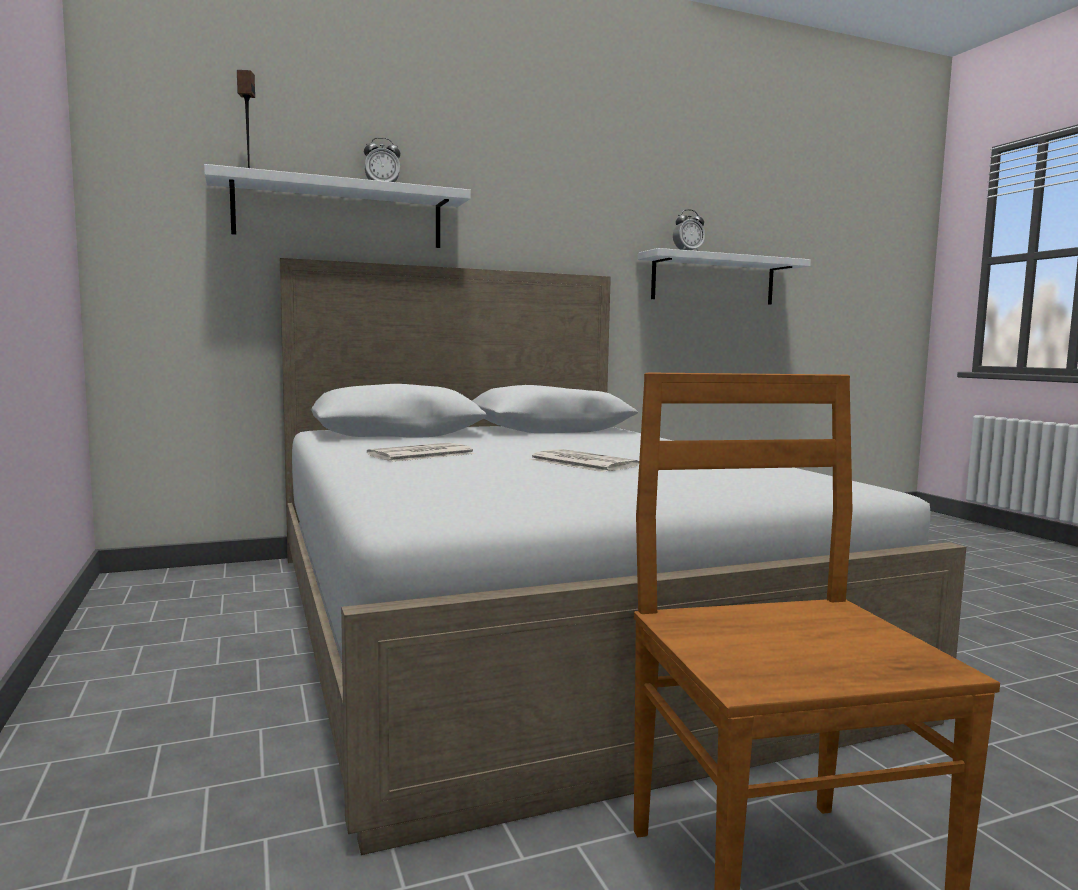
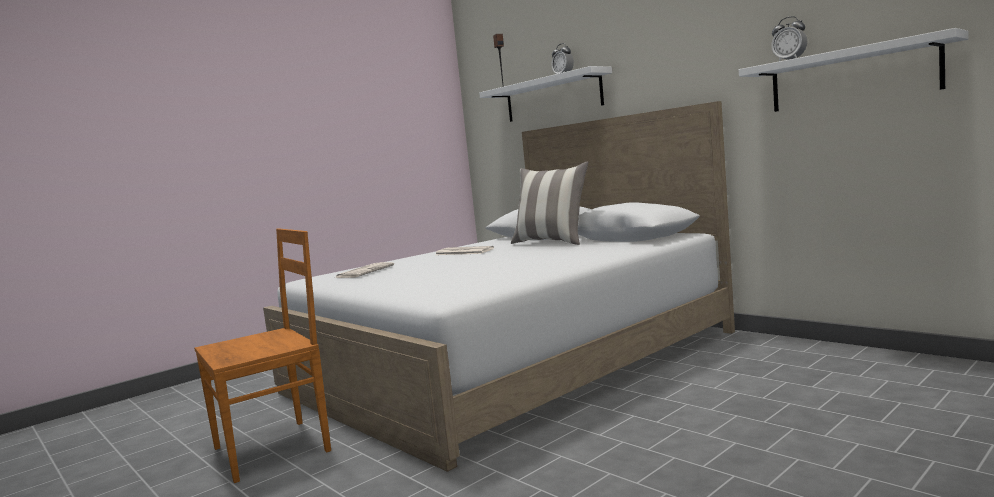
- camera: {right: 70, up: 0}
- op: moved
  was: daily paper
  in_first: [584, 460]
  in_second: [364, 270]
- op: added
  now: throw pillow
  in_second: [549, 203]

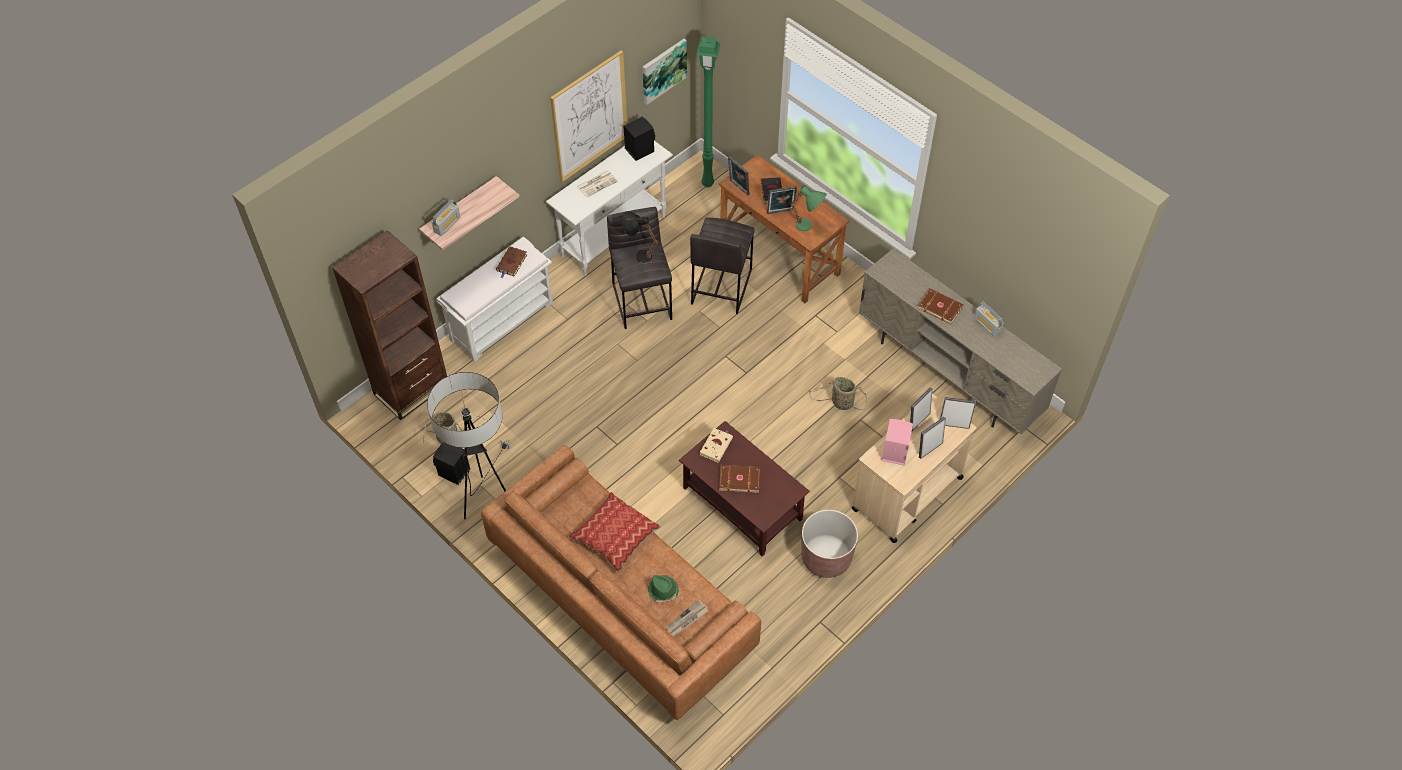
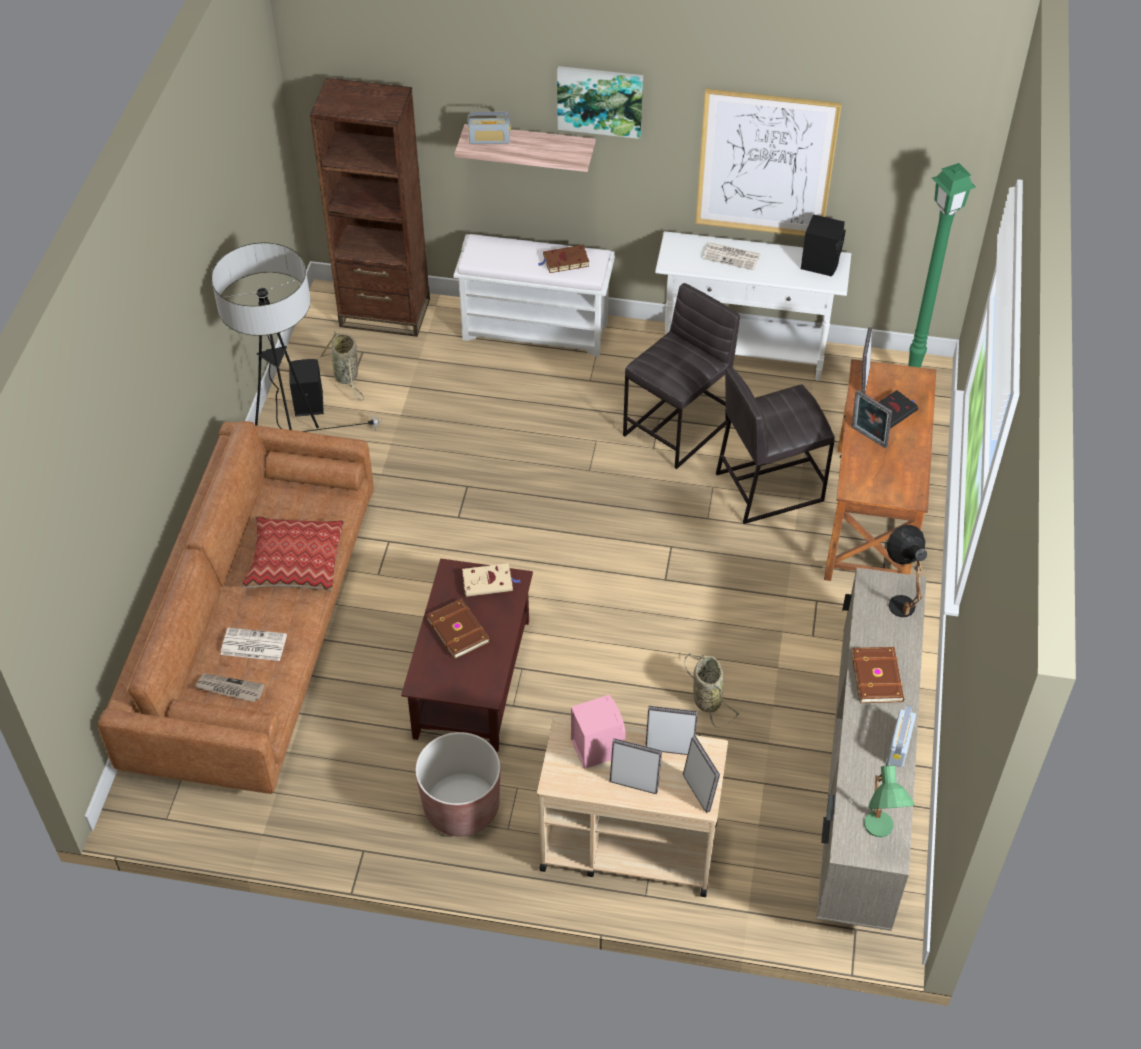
- camera: {right: 55, up: -5}
- op: replaced
  was: green-coloured wearable hat
  now: daily paper
  in_first: [663, 588]
  in_second: [254, 644]
- op: moved
  was: wall picture
  in_first: [665, 72]
  in_second: [600, 102]
- op: moved
  was: green-coloured table lamp
  in_first: [809, 208]
  in_second: [889, 800]
- op: moved
  was: blackish table lamp
  in_first: [640, 237]
  in_second: [907, 571]

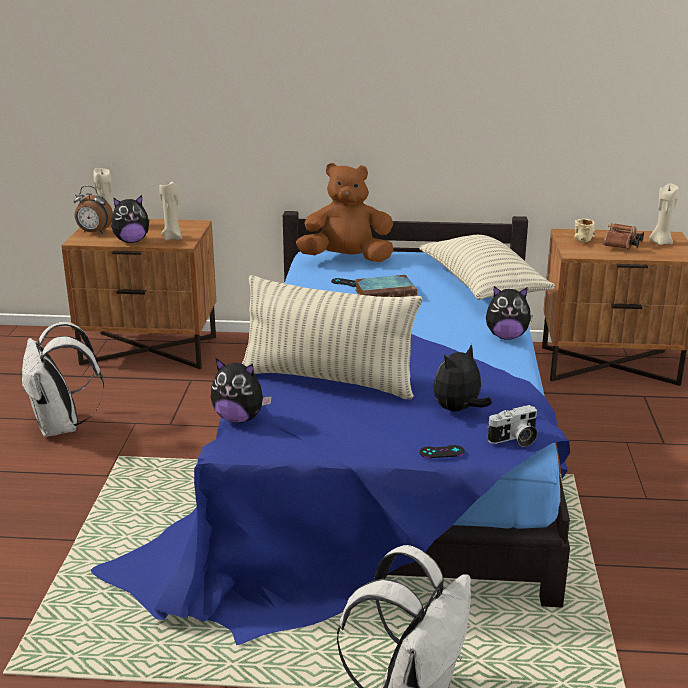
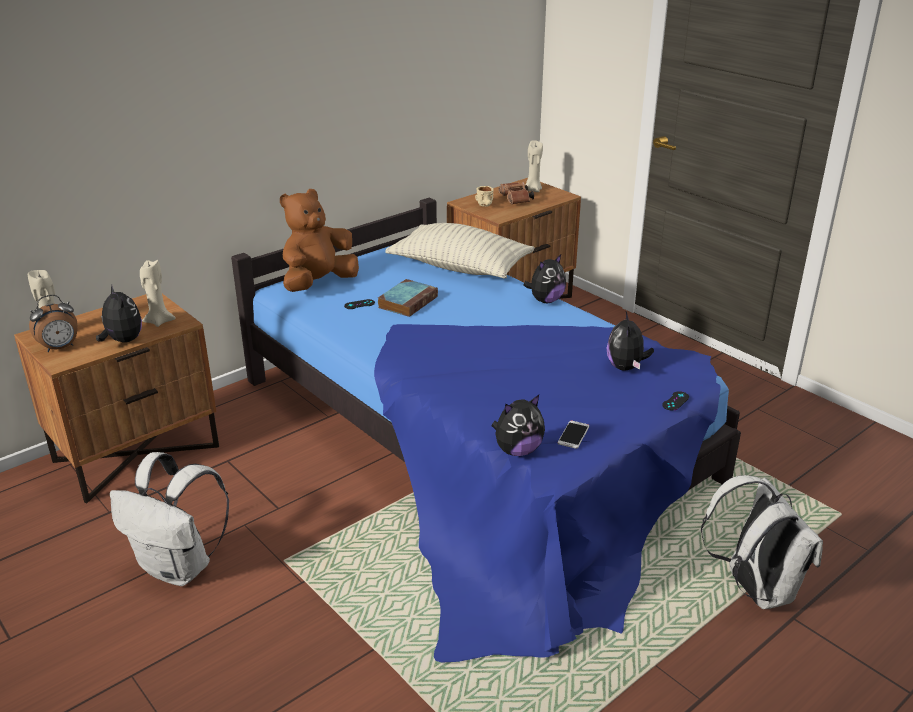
- camera: {right: -45, up: 5}
- op: turned
  was: plush toy
  in_first: [130, 219]
  in_second: [119, 314]
  clockwise: -60
- op: added
  now: phone
  in_second: [573, 435]
- op: removed
  was: throw pillow
  in_first: [332, 337]
- op: removed
  was: photo camera
  in_first: [512, 426]

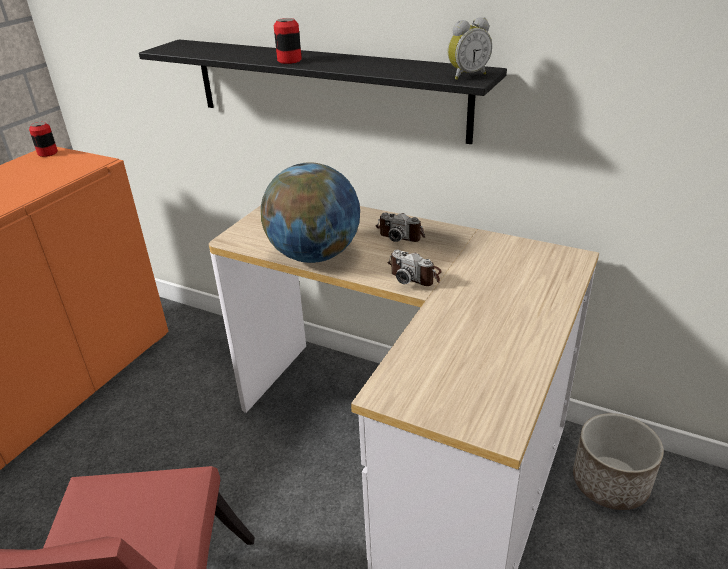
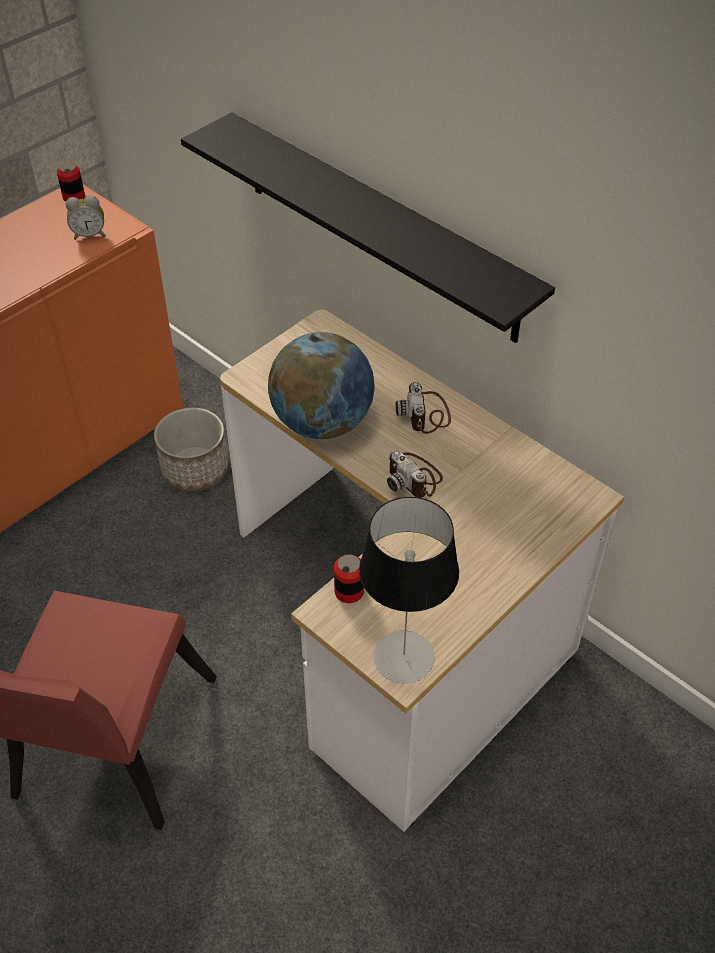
- camera: {right: 15, up: 15}
- op: moved
  was: bedside clock
  in_first: [470, 48]
  in_second: [85, 217]
- op: moved
  was: plant pot
  in_first: [618, 461]
  in_second: [191, 449]
- op: moved
  was: metal can
  in_first: [288, 41]
  in_second: [349, 578]
- op: added
  now: table lamp
  in_second: [409, 590]
- op: turned
  was: photo camera
  in_first: [400, 227]
  in_second: [423, 408]
  clockwise: 45

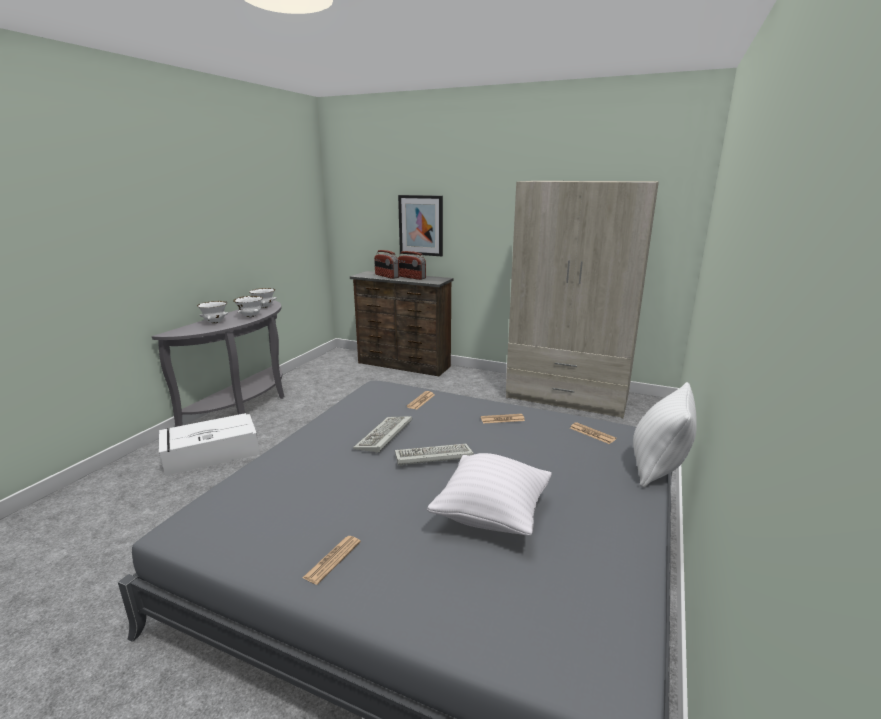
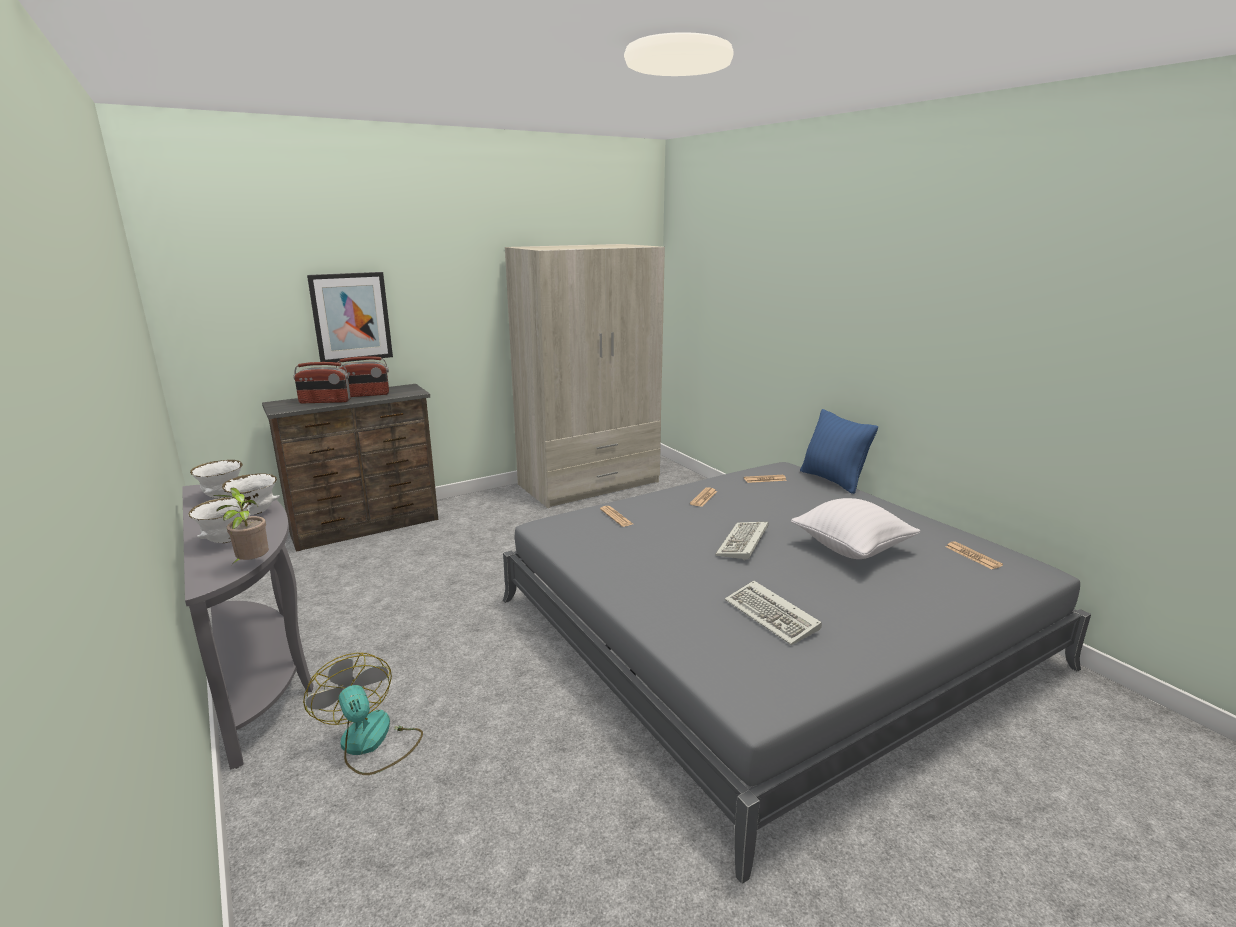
- camera: {right: -55, up: 0}
- op: added
  now: potted plant
  in_second: [241, 525]
- op: replaced
  was: white storage bin
  now: cooling fan
  in_first: [209, 444]
  in_second: [363, 714]
- op: moved
  was: keyboard
  in_first: [382, 435]
  in_second: [773, 613]
- op: recoloured
  was: white throw pillow
  now: blue throw pillow
  in_first: [665, 435]
  in_second: [839, 451]
- op: moved
  was: daily paper
  in_first: [332, 560]
  in_second: [974, 555]

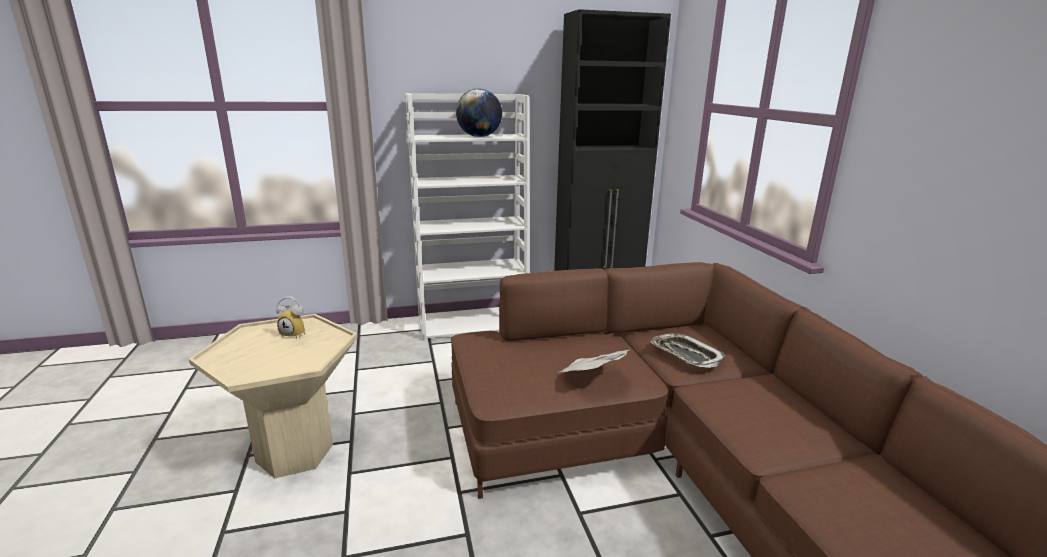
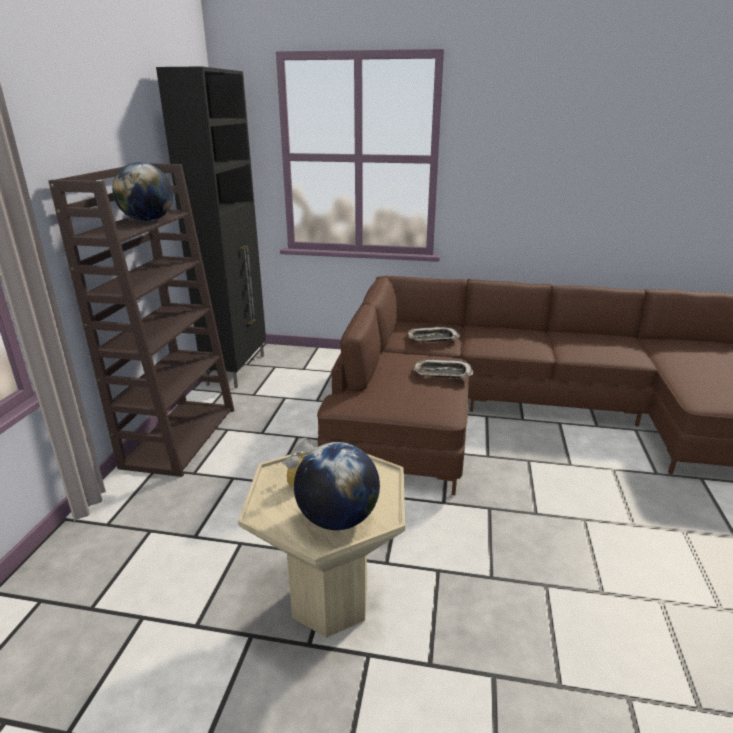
- camera: {right: -65, up: 5}
- op: recoloured
  was: white bookcase
  now: brownish bookcase
  in_first: [468, 217]
  in_second: [141, 320]
- op: added
  now: world globe
  in_second: [337, 486]
- op: replaced
  was: daily paper
  now: serving tray
  in_first: [594, 361]
  in_second: [443, 368]

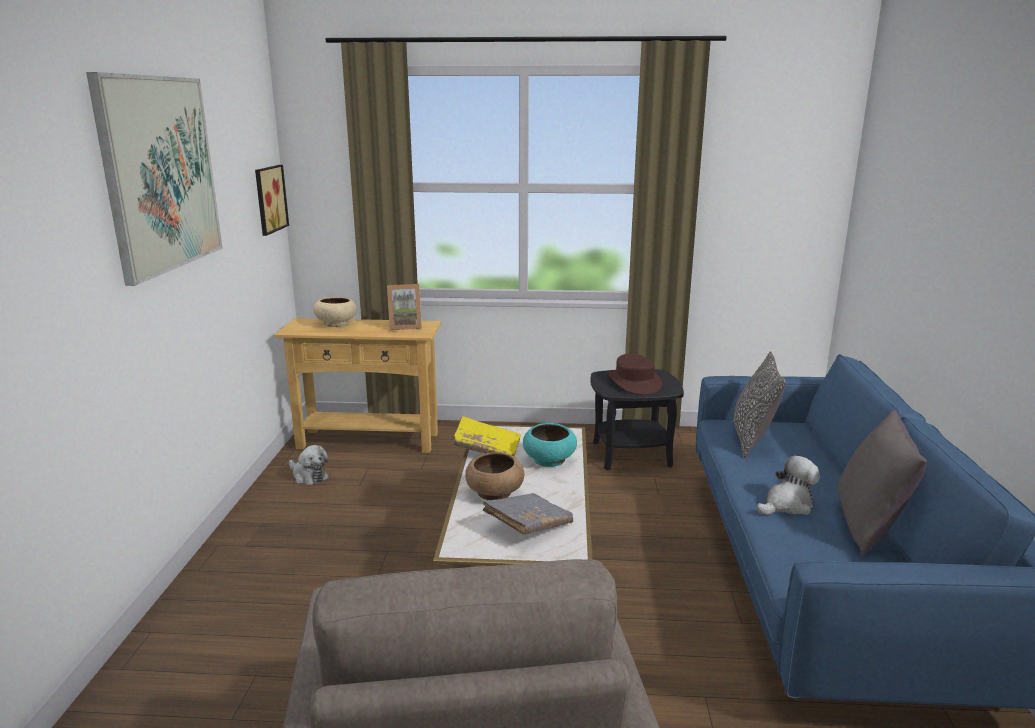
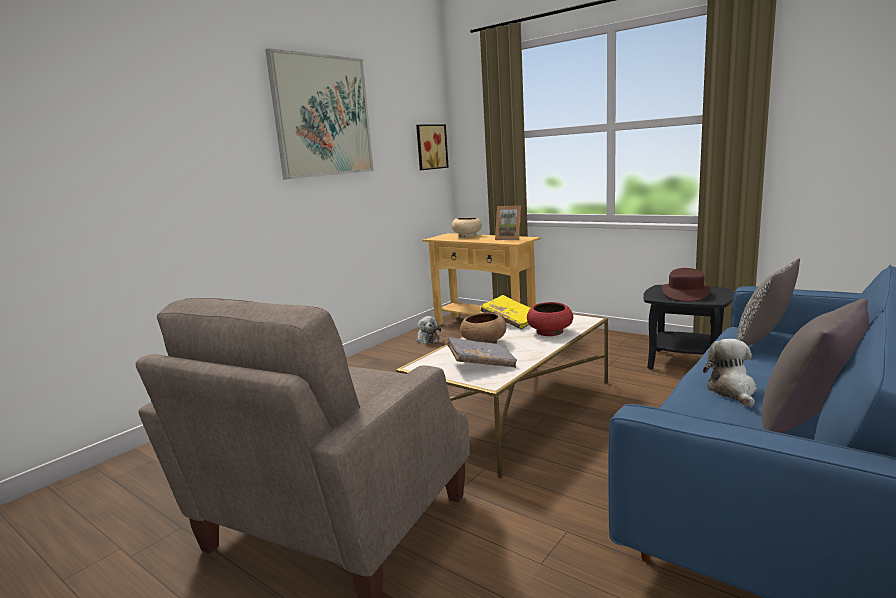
- camera: {right: 35, up: -5}
- op: recoloured
  was: turquoise-coloured serving bowl
  now: red serving bowl
  in_first: [550, 445]
  in_second: [550, 319]
- op: turned
  was: plush toy
  in_first: [788, 485]
  in_second: [730, 373]
  clockwise: -90

